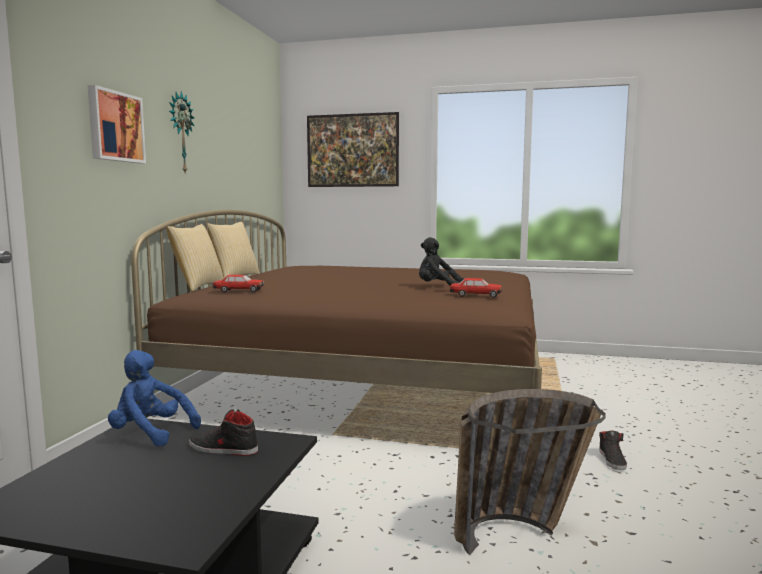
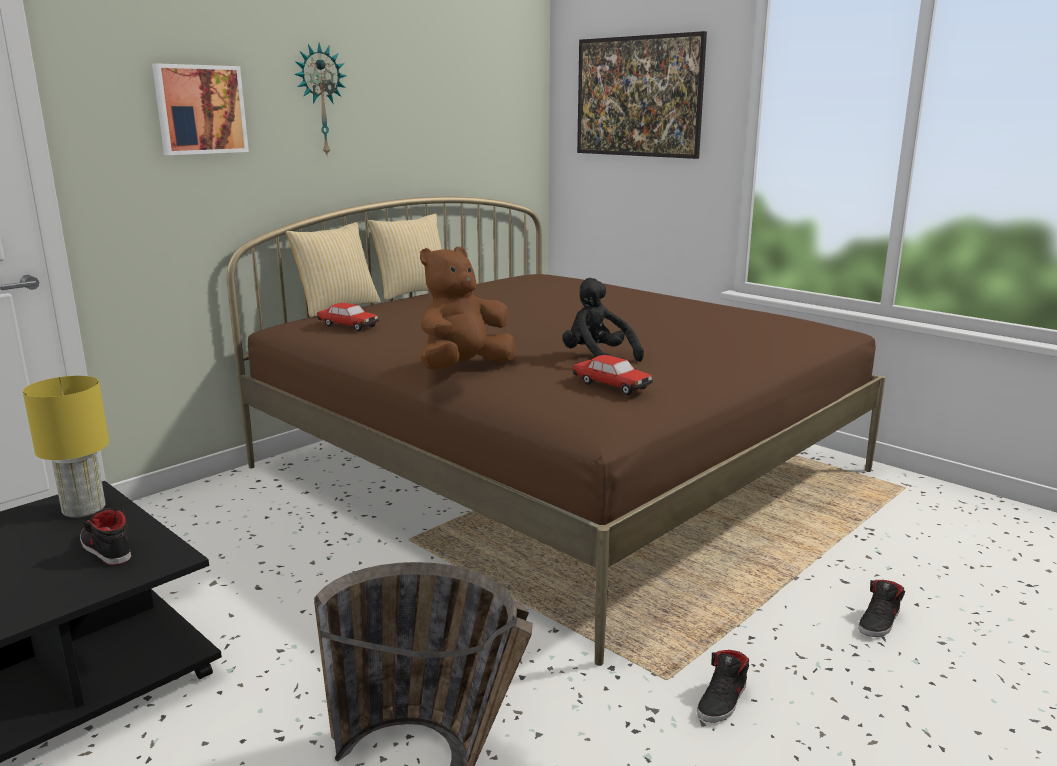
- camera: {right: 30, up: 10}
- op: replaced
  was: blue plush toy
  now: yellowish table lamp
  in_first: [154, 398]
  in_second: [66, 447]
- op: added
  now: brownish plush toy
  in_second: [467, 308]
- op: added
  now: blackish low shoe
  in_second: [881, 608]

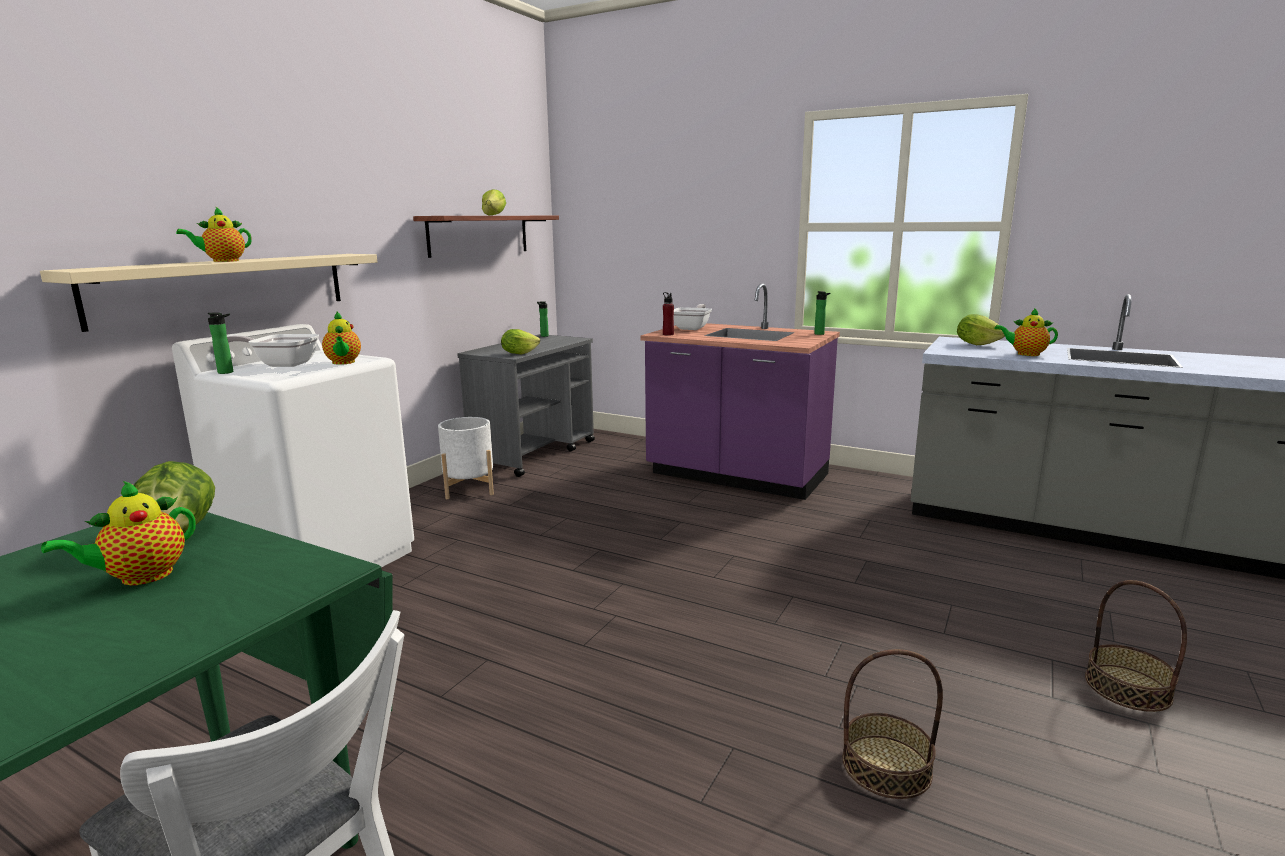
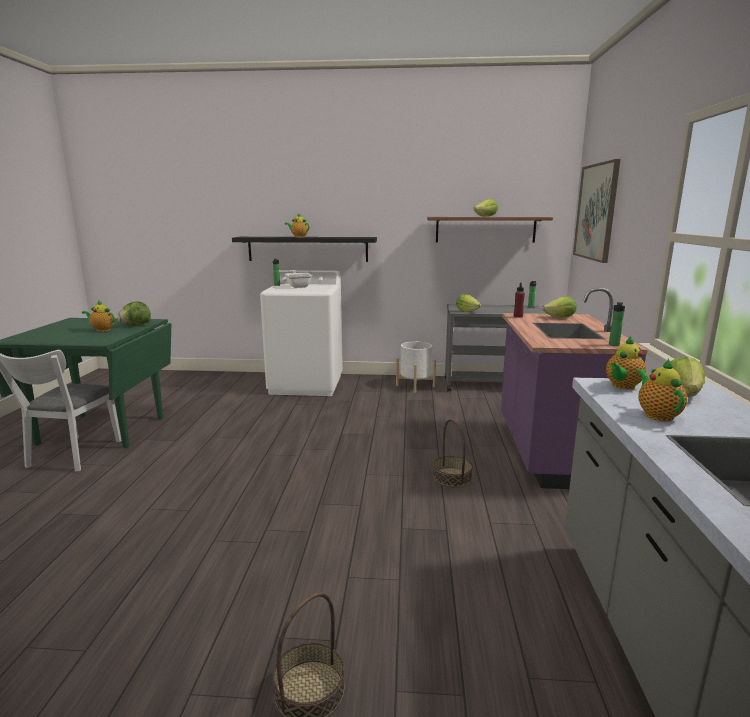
- camera: {right: 65, up: 0}
- op: recoloured
  was: sand-coloured wall shelf
  now: blackish wall shelf
  in_first: [209, 293]
  in_second: [304, 249]
- op: moved
  was: storage basket
  in_first: [892, 724]
  in_second: [453, 453]
- op: replaced
  was: frying pan
  now: lettuce
  in_first: [693, 317]
  in_second: [559, 307]
- op: added
  now: wall picture
  in_second: [596, 211]
- op: moved
  was: teapot
  in_first: [341, 338]
  in_second: [626, 363]

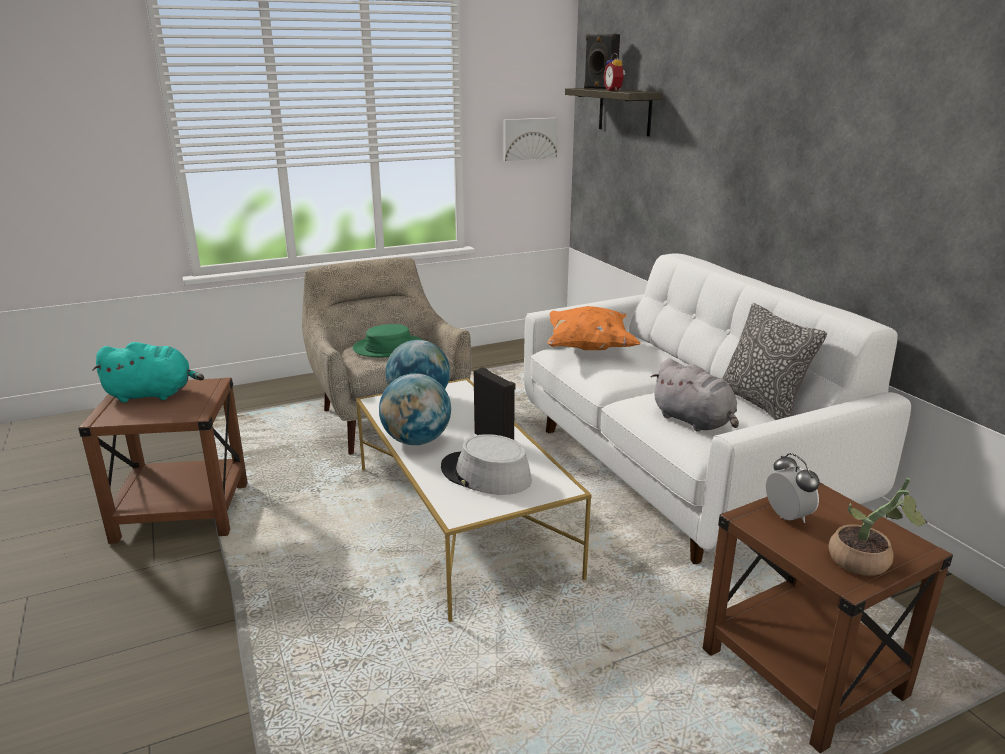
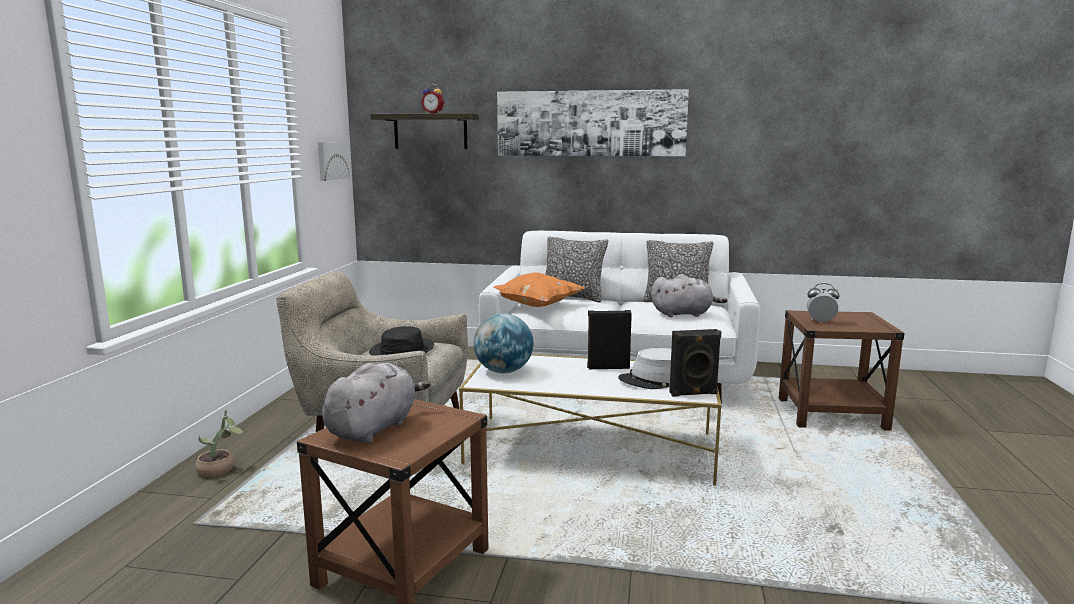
- camera: {right: -55, up: -10}
- op: moved
  was: potted plant
  in_first: [878, 527]
  in_second: [219, 443]
- op: recoloured
  was: turquoise-coloured plush toy
  now: gray plush toy
  in_first: [148, 372]
  in_second: [376, 403]
- op: recoloured
  was: green-coloured wearable hat
  now: blackish wearable hat
  in_first: [387, 340]
  in_second: [401, 341]
- op: added
  now: wall picture
  in_second: [593, 122]
- op: added
  now: throw pillow
  in_second: [576, 269]
- op: moved
  was: blackish loudspeaker
  in_first: [602, 61]
  in_second: [695, 363]
- op: removed
  was: world globe
  in_first: [415, 409]

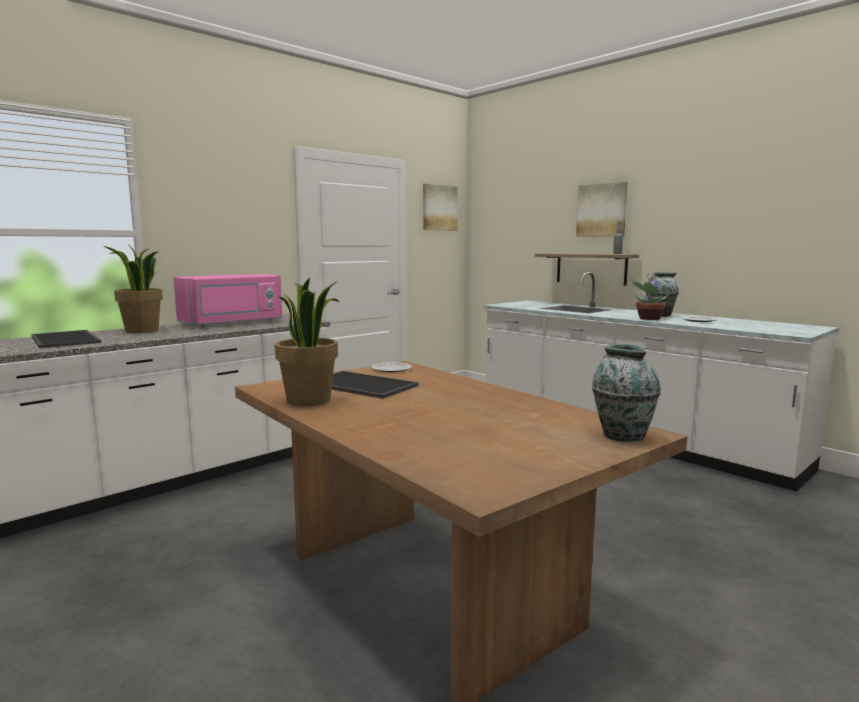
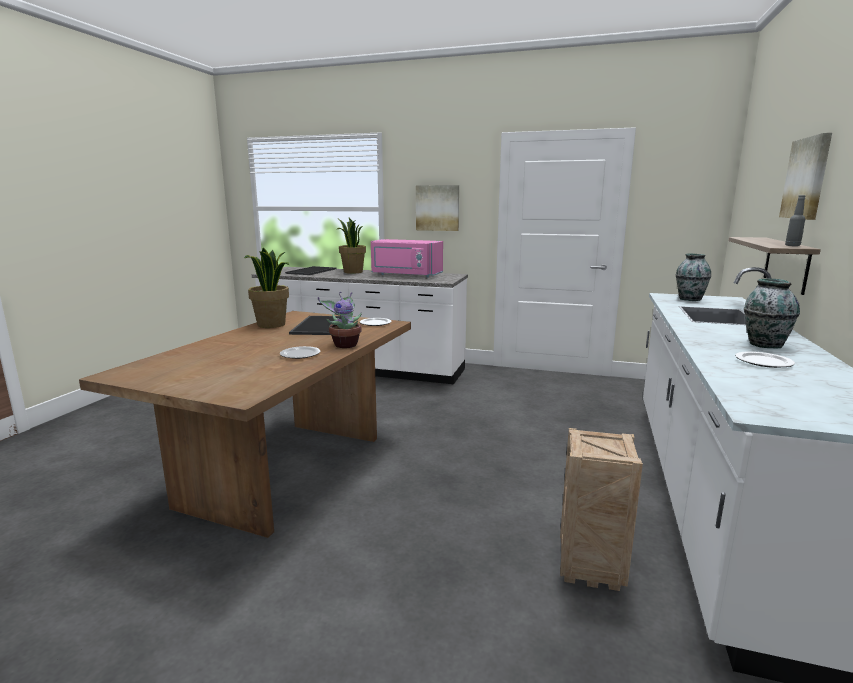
- camera: {right: 60, up: 5}
- op: added
  now: dinner plate
  in_second: [300, 352]
- op: moved
  was: potted plant
  in_first: [649, 297]
  in_second: [340, 320]
- op: moved
  was: wall picture
  in_first: [440, 207]
  in_second: [437, 208]
- op: added
  now: crate
  in_second: [601, 509]
- op: moved
  was: vase
  in_first: [626, 393]
  in_second: [693, 277]

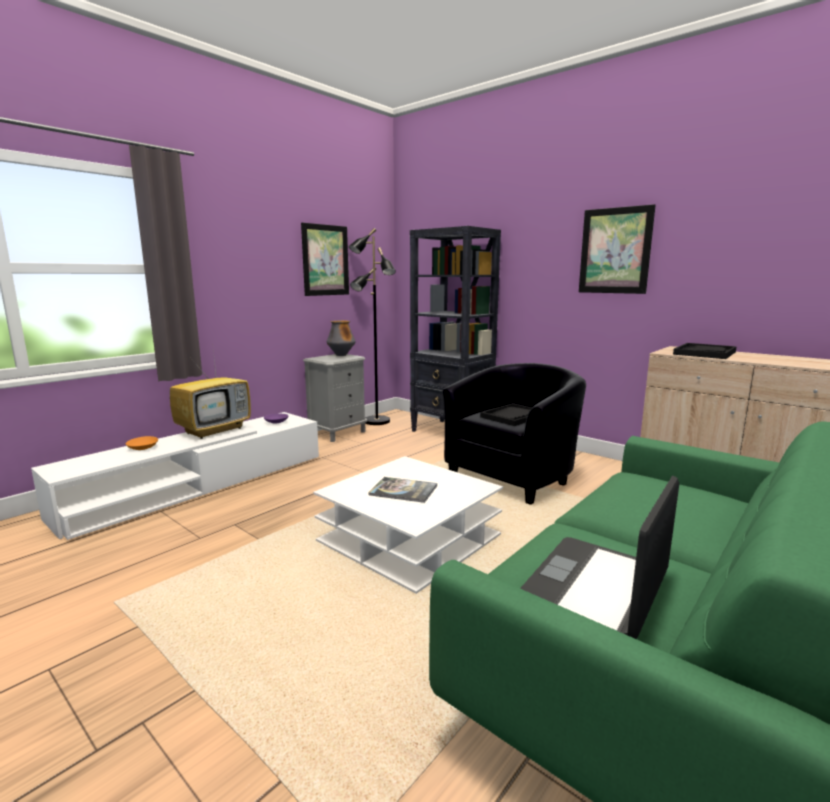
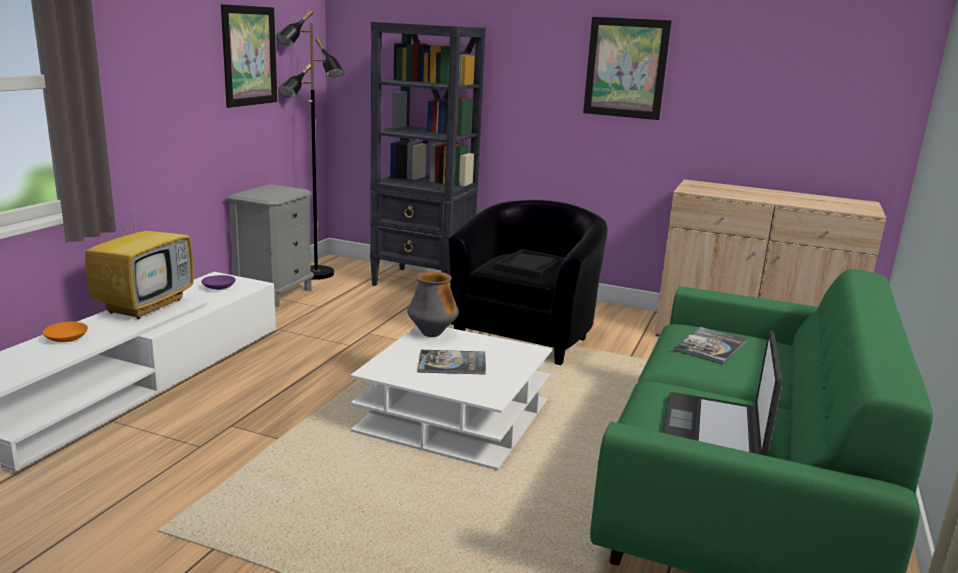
- camera: {right: -20, up: 5}
- op: moved
  was: vase
  in_first: [341, 338]
  in_second: [433, 304]
- op: added
  now: bound book
  in_second: [710, 345]
- op: removed
  was: blackish serving tray
  in_first: [705, 351]

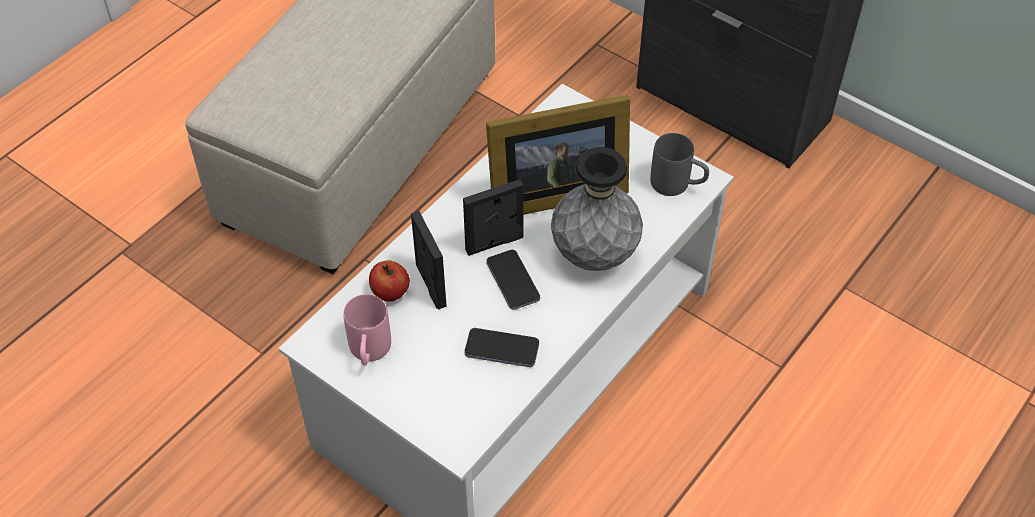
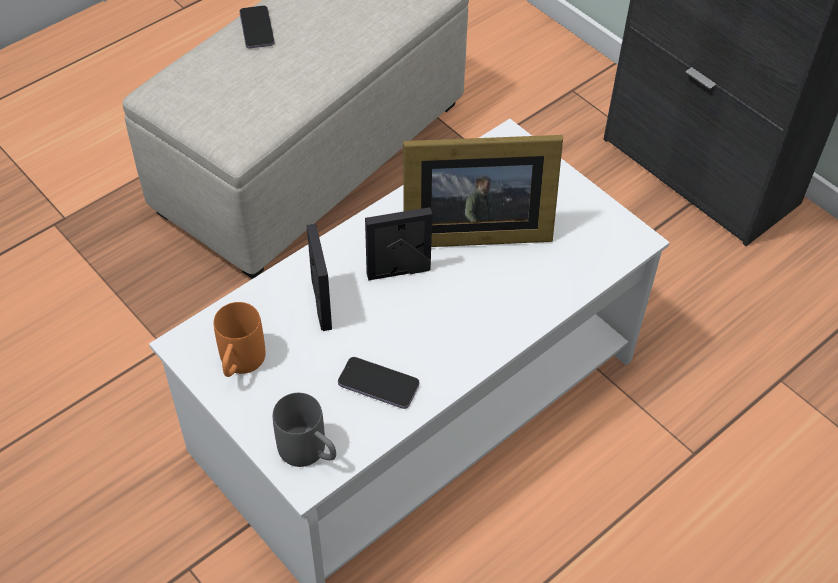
- camera: {right: 10, up: 0}
- op: recoloured
  was: pink-coloured mug
  now: orange-coloured mug
  in_first: [367, 329]
  in_second: [240, 339]
- op: moved
  was: phone
  in_first: [513, 280]
  in_second: [257, 27]
- op: moved
  was: gray mug
  in_first: [679, 164]
  in_second: [304, 430]
- op: removed
  was: apple fruit
  in_first: [389, 281]
- op: removed
  was: gray vase
  in_first: [597, 209]

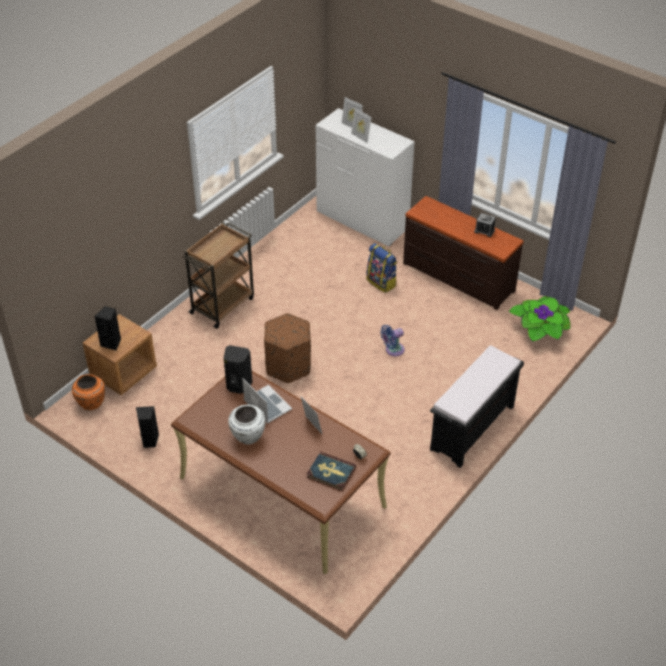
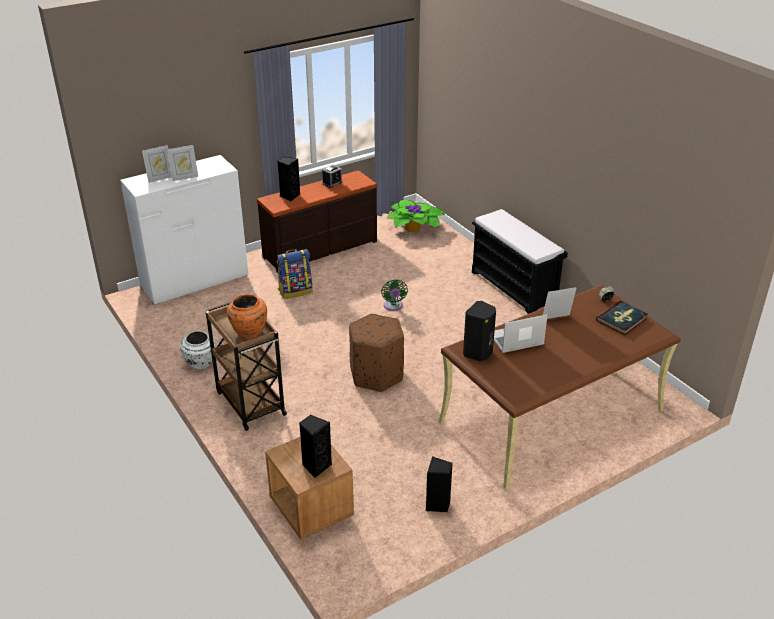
- camera: {right: -70, up: -10}
- op: moved
  was: white vase
  in_first: [247, 425]
  in_second: [198, 350]
- op: moved
  was: orange-coloured vase
  in_first: [88, 392]
  in_second: [247, 316]
- op: added
  now: blackish loudspeaker
  in_second: [288, 179]
- op: recoloured
  was: blue cooling fan
  now: green-coloured cooling fan
  in_first: [392, 340]
  in_second: [394, 295]

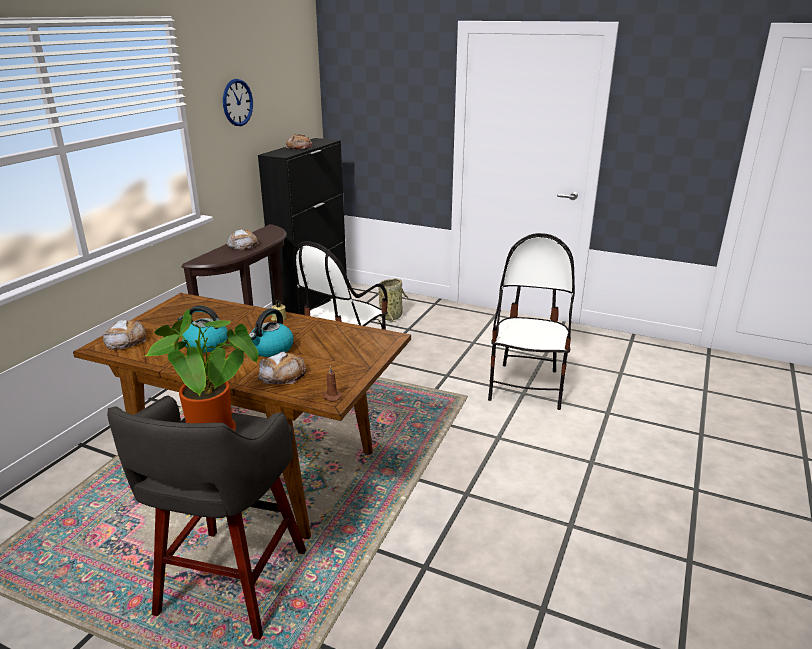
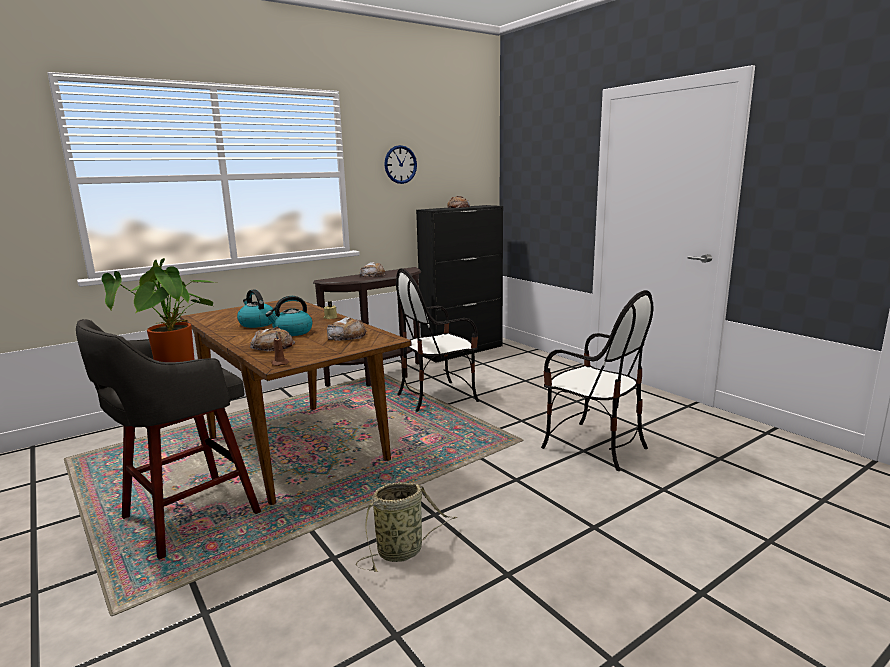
- camera: {right: 30, up: -10}
- op: moved
  was: baked bread
  in_first: [124, 335]
  in_second: [347, 329]
- op: moved
  was: storage basket
  in_first: [392, 301]
  in_second: [406, 527]
- op: turned
  was: plain chair
  in_first: [531, 321]
  in_second: [597, 380]
  clockwise: 90

